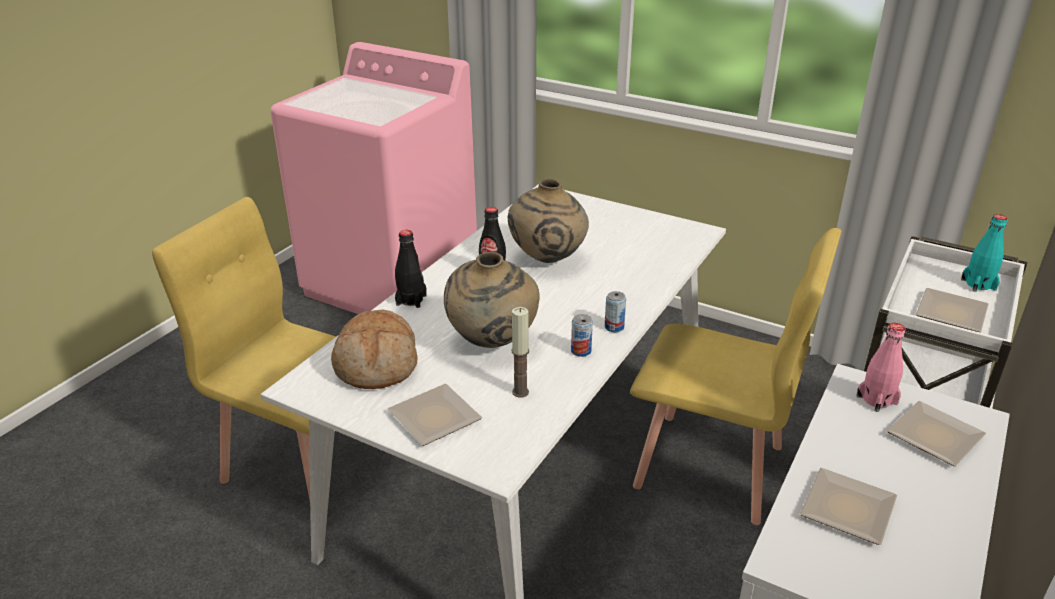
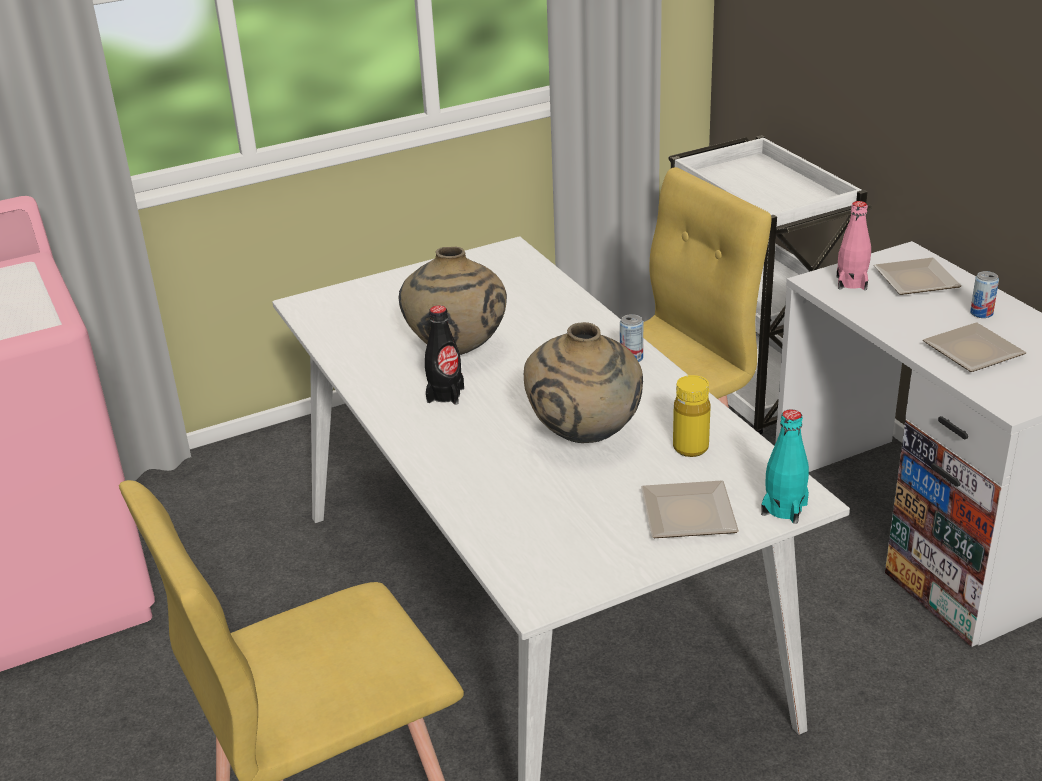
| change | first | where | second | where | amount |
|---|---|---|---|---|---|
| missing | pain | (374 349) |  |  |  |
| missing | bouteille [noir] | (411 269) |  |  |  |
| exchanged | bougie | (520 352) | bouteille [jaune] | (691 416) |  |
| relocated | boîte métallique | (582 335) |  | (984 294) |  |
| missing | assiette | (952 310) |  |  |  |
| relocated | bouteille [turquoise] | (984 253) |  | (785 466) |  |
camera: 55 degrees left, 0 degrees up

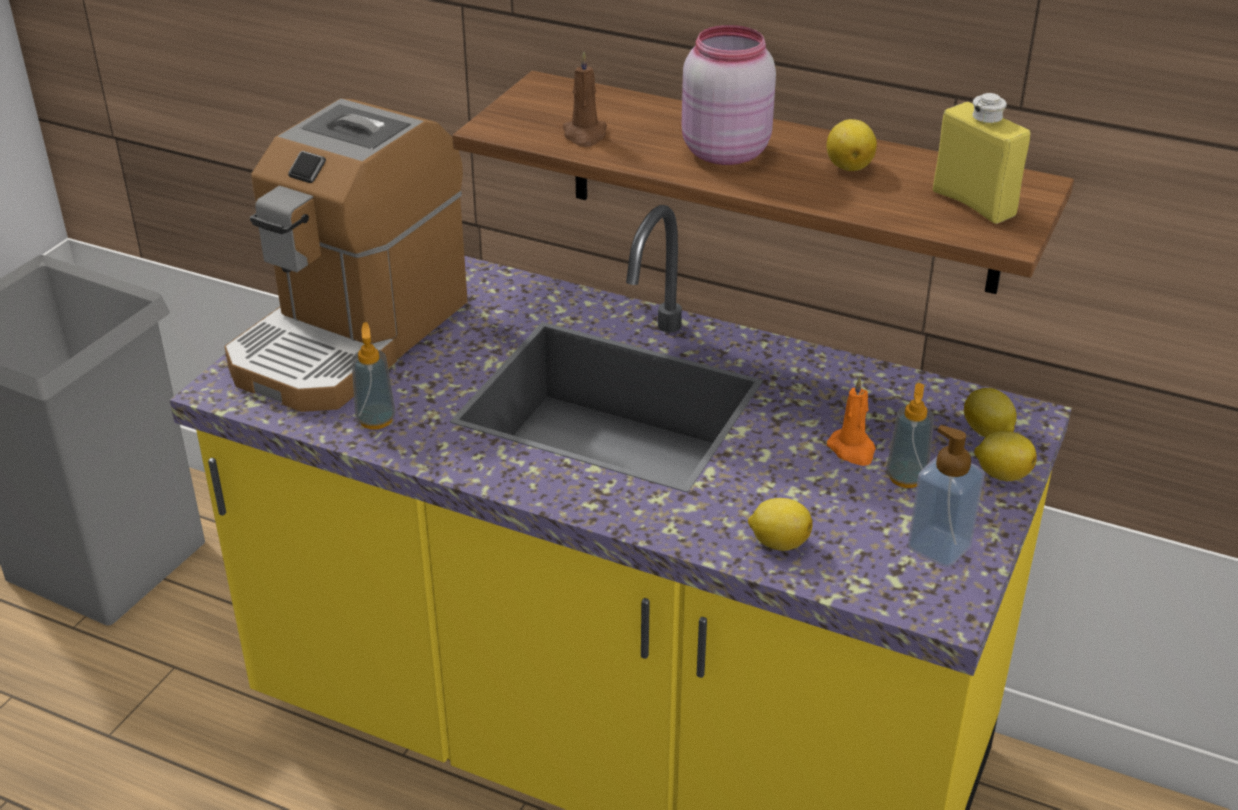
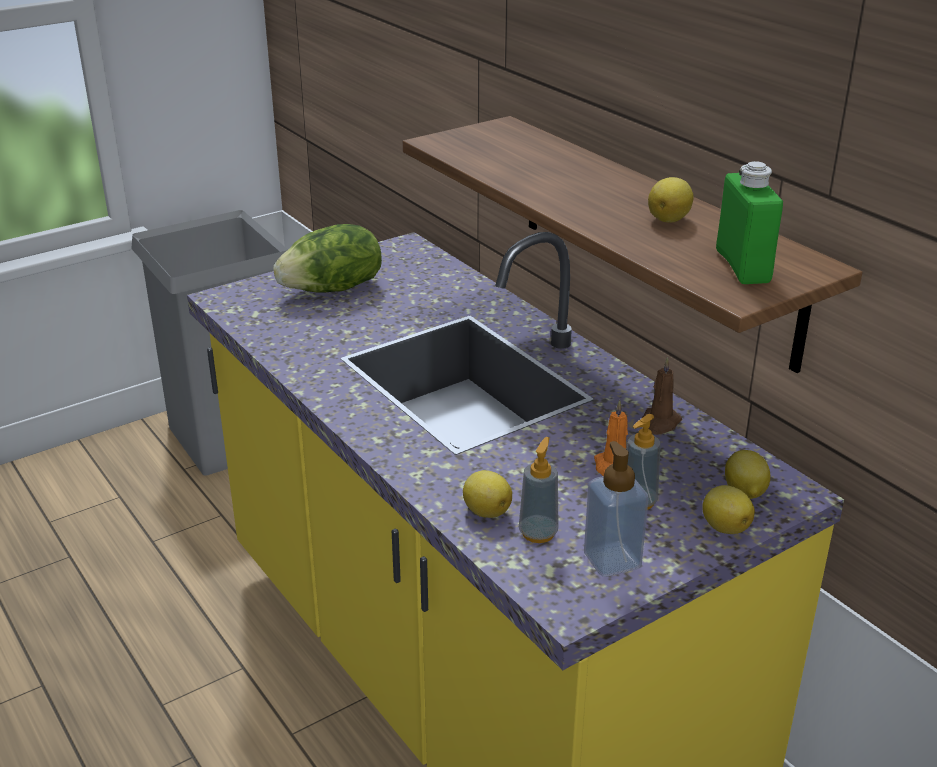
| change | first | where | second | where | amount |
|---|---|---|---|---|---|
| exchanged | machine à café | (346 255) | laitue | (327 258) |  |
| relocated | distributeur de savon | (374 375) |  | (539 490) |  |
| relocated | bougie [marron] | (585 99) |  | (662 396) |  |
| missing | bocal [rose] | (729 95) |  |  |  |
| colour | bouteille [jaune] | (982 158) | bouteille [vert] | (749 222) |  |
camera: 30 degrees right, 5 degrees down

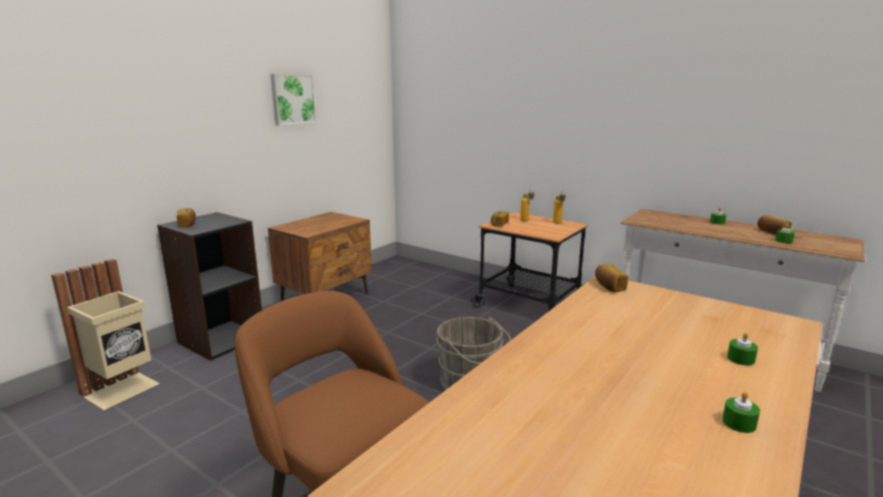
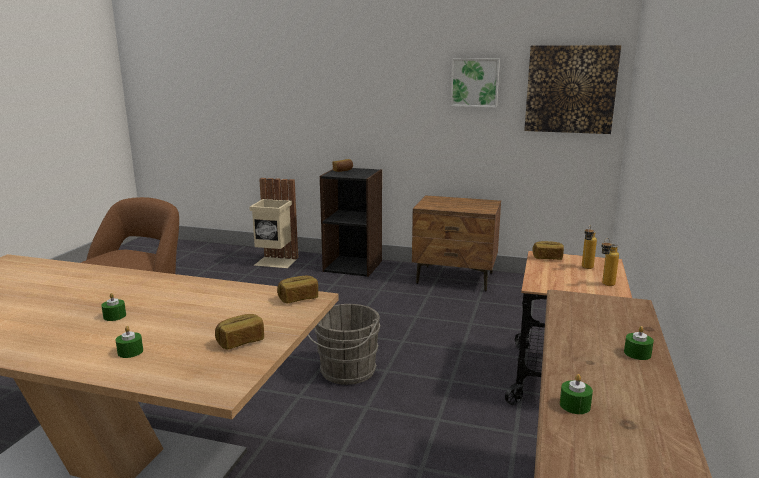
| change | first | where | second | where | amount |
|---|---|---|---|---|---|
| relocated | bougie [vert] | (741 412) |  | (113 307) |  |
| relocated | pain | (774 225) |  | (239 332) |  |
| appeared |  |  | tableau | (572 89) |  |
camera: 70 degrees right, 0 degrees up

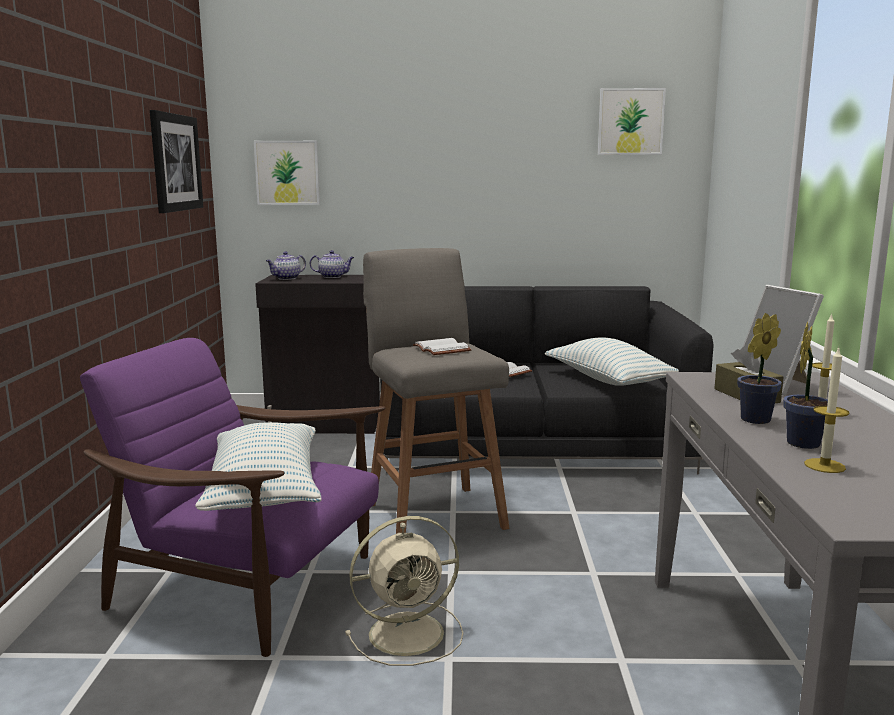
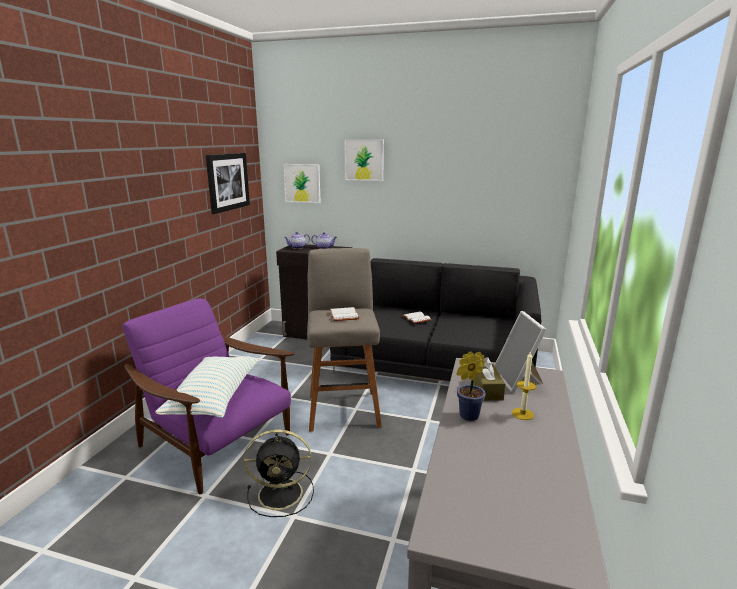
| change | first | where | second | where | amount |
|---|---|---|---|---|---|
| colour | ventilateur [beige] | (404 591) | ventilateur [noir] | (279 473) |  |
| missing | coussin | (612 361) |  |  |  |
| relocated | tableau | (632 121) |  | (364 160) |  |
| missing | plante en pot | (805 385) |  |  |  |
| missing | bougie | (827 409) |  |  |  |
camera: 15 degrees right, 5 degrees up

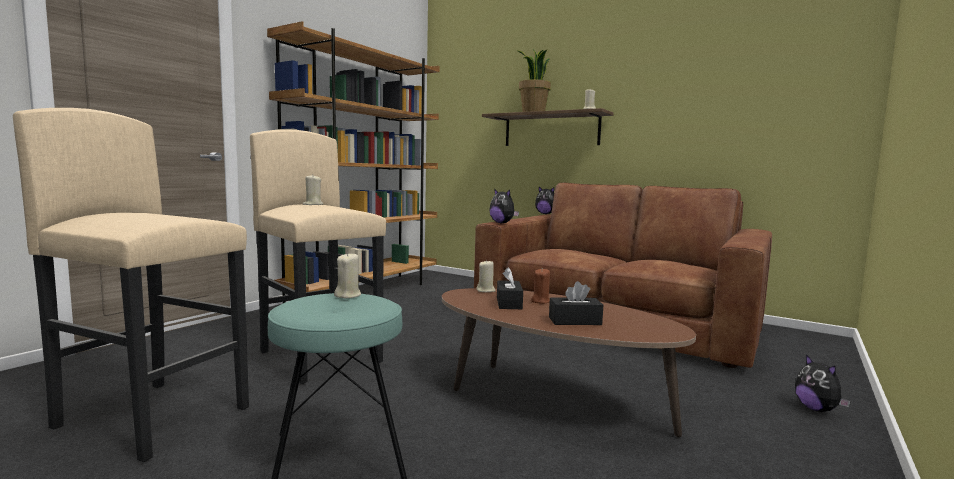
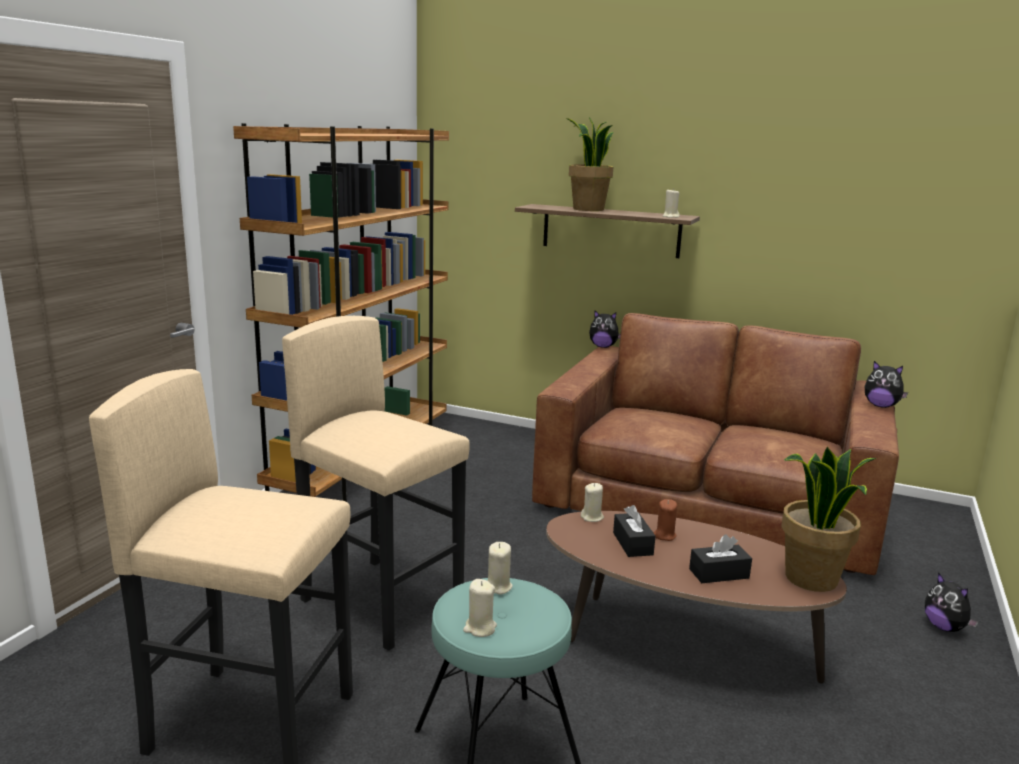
| change | first | where | second | where | amount |
|---|---|---|---|---|---|
| relocated | bougie [beige] | (313 190) |  | (480 608) |  |
| relocated | peluche | (504 206) |  | (886 384) |  |
| appeared |  |  | plante en pot | (828 519) |  |
camera: 10 degrees left, 10 degrees up

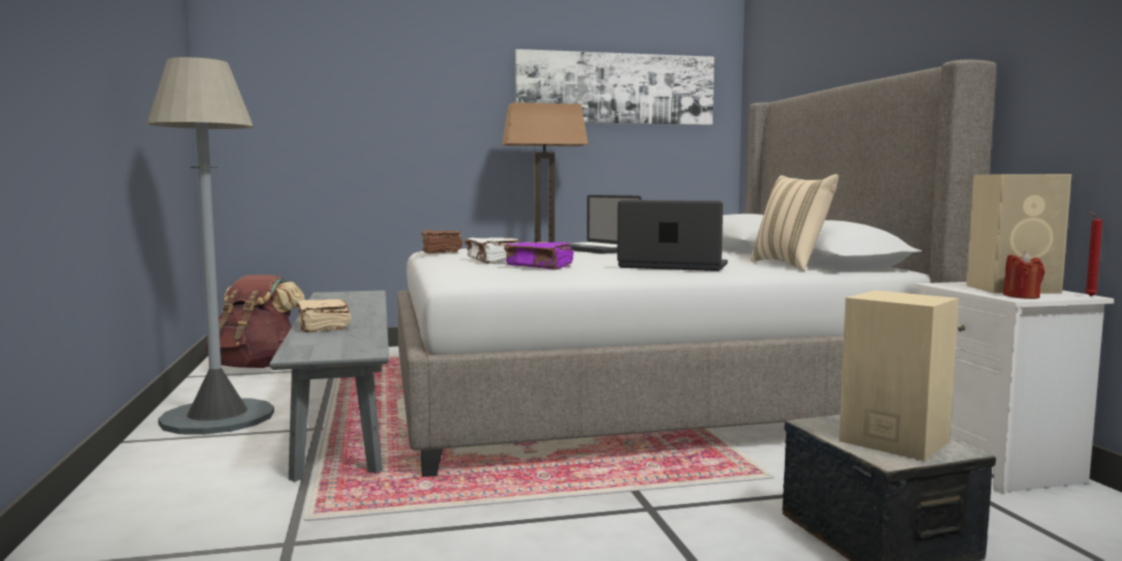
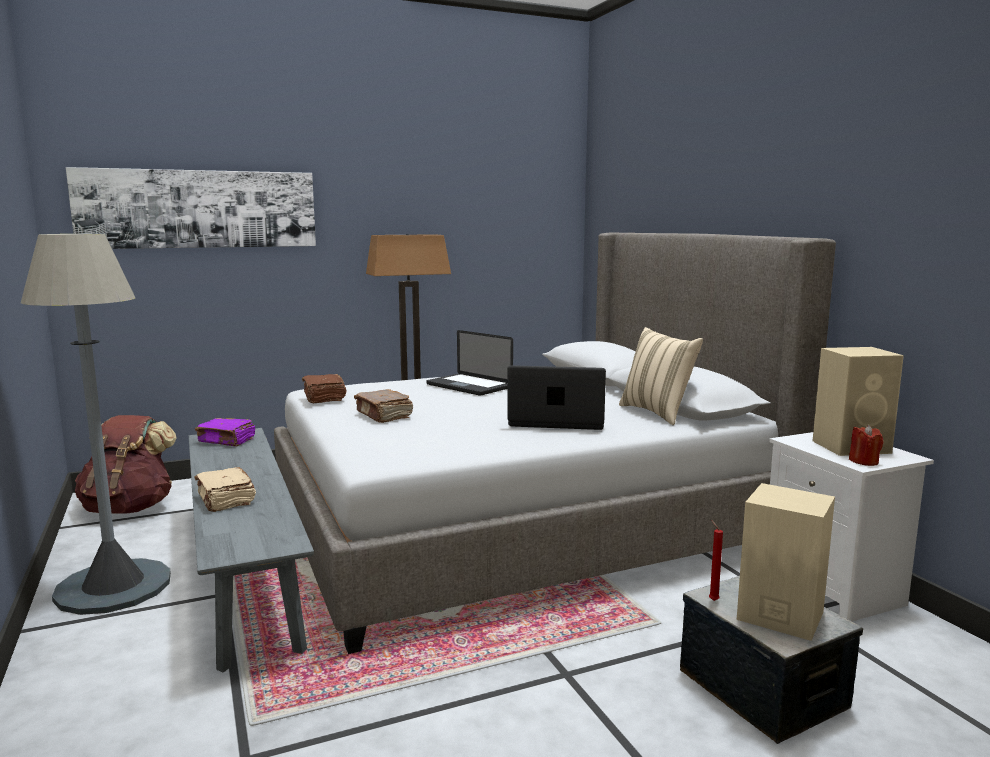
| change | first | where | second | where | amount |
|---|---|---|---|---|---|
| colour | livre [blanc] | (492 250) | livre [marron] | (383 406) |  |
| relocated | livre [violet] | (539 256) |  | (225 432) |  |
| relocated | tableau | (614 87) |  | (191 208) |  |
| relocated | bougie [rouge] | (1094 253) |  | (716 560) |  |
camera: 10 degrees left, 5 degrees up

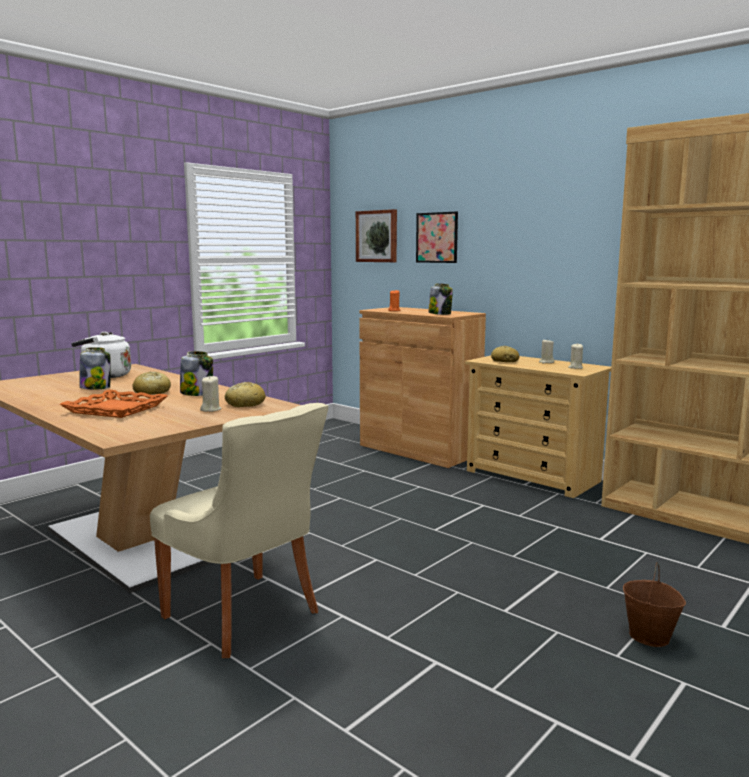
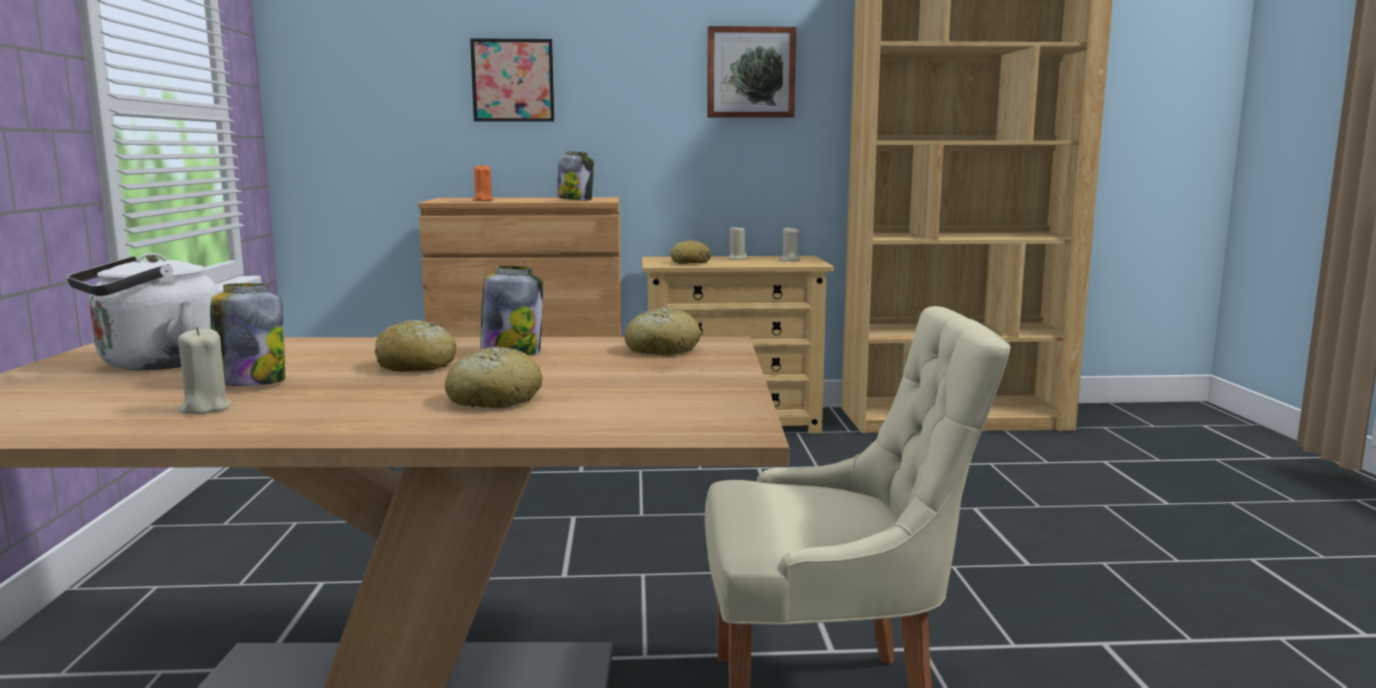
| change | first | where | second | where | amount |
|---|---|---|---|---|---|
| exchanged | plateau [orange] | (113 404) | pain | (494 377) |  |
| relocated | bougie [beige] | (210 393) |  | (205 370) |  |
| relocated | tableau | (376 235) |  | (751 72) |  |
| missing | seau [marron] | (654 604) |  |  |  |
camera: 45 degrees left, 0 degrees up

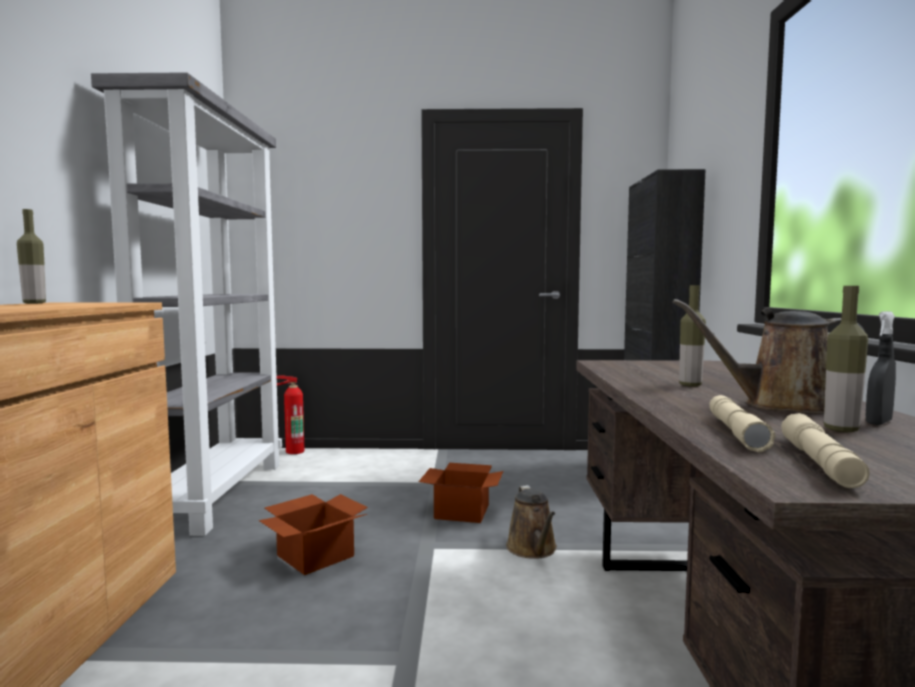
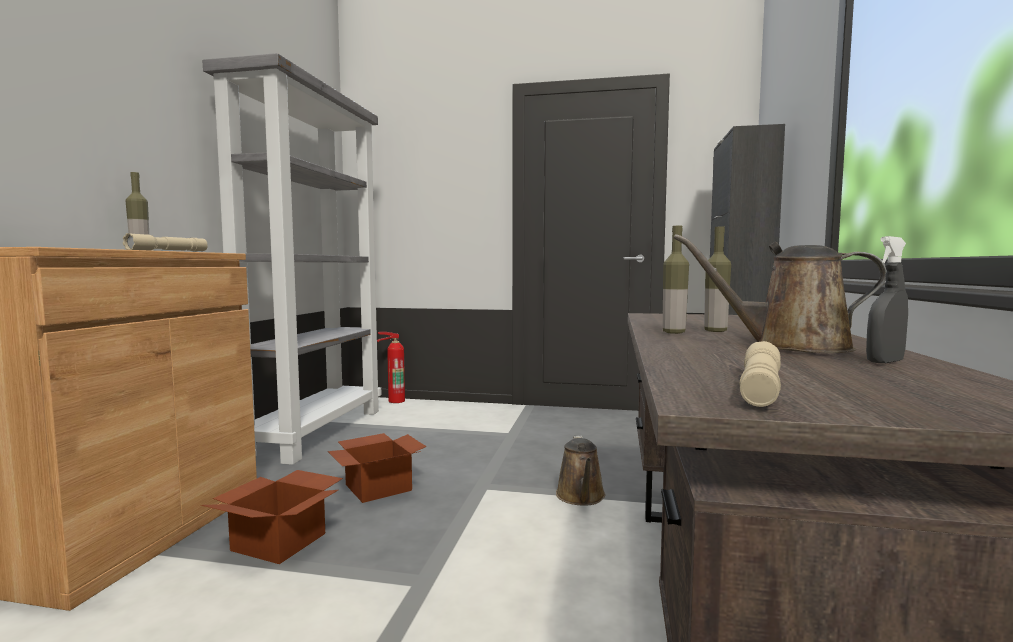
| change | first | where | second | where | amount |
|---|---|---|---|---|---|
| relocated | carton | (461 493) |  | (272 517) |  |
| relocated | lampe de poche [beige] | (742 423) |  | (165 242) |  |
| relocated | bouteille | (846 359) |  | (676 280) |  |
camera: 10 degrees right, 0 degrees up

